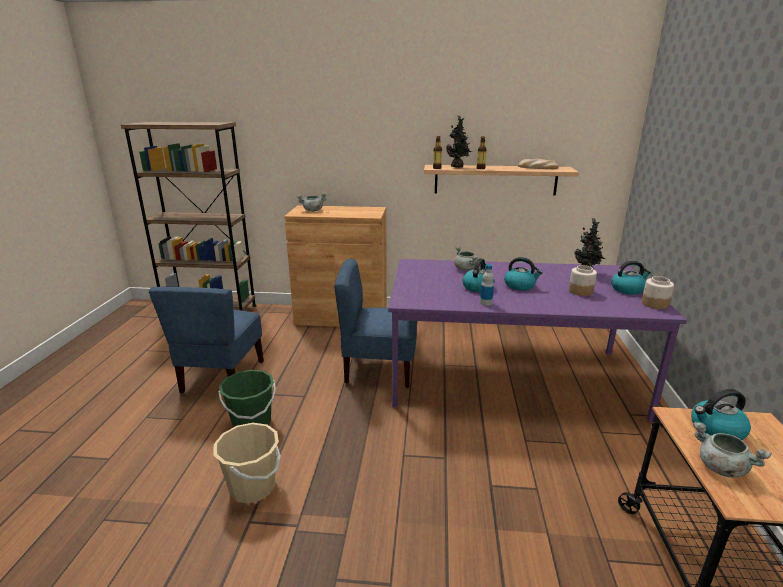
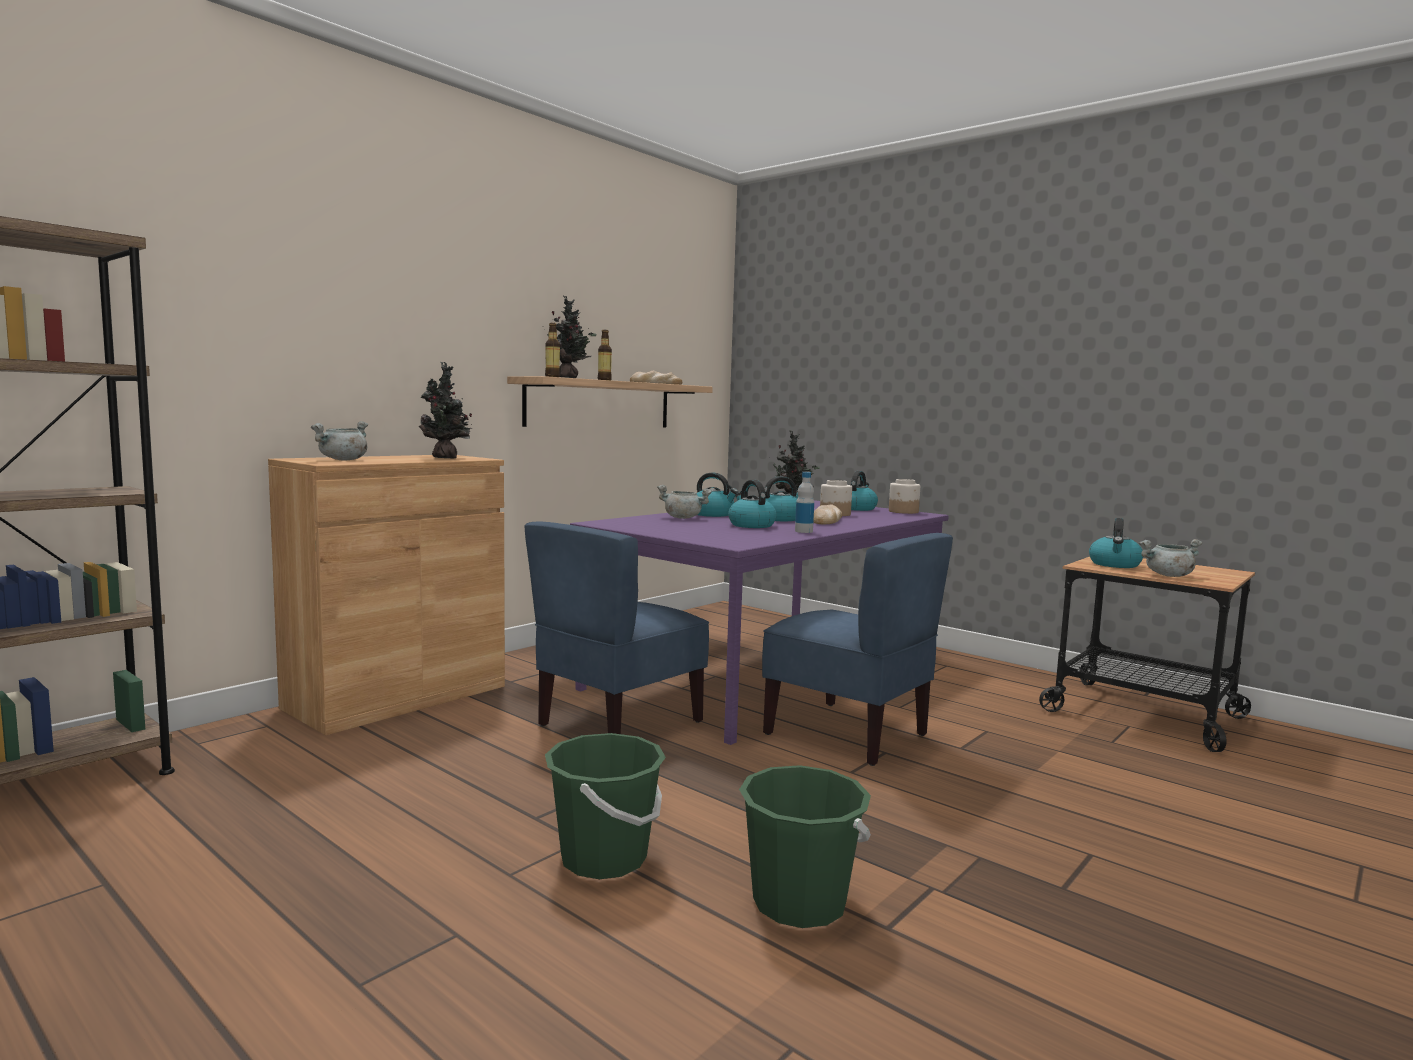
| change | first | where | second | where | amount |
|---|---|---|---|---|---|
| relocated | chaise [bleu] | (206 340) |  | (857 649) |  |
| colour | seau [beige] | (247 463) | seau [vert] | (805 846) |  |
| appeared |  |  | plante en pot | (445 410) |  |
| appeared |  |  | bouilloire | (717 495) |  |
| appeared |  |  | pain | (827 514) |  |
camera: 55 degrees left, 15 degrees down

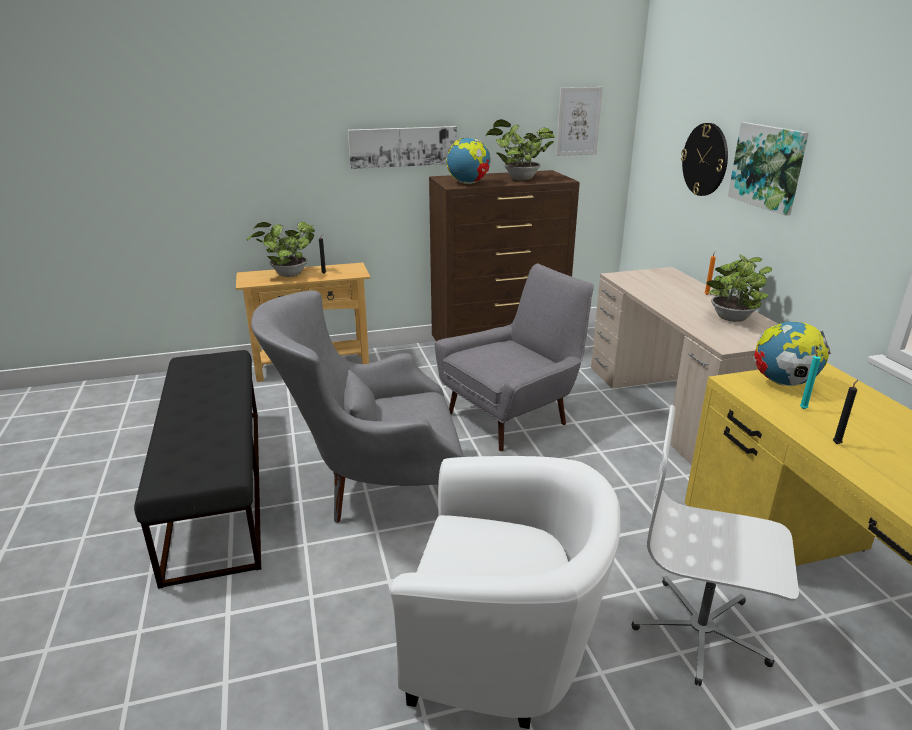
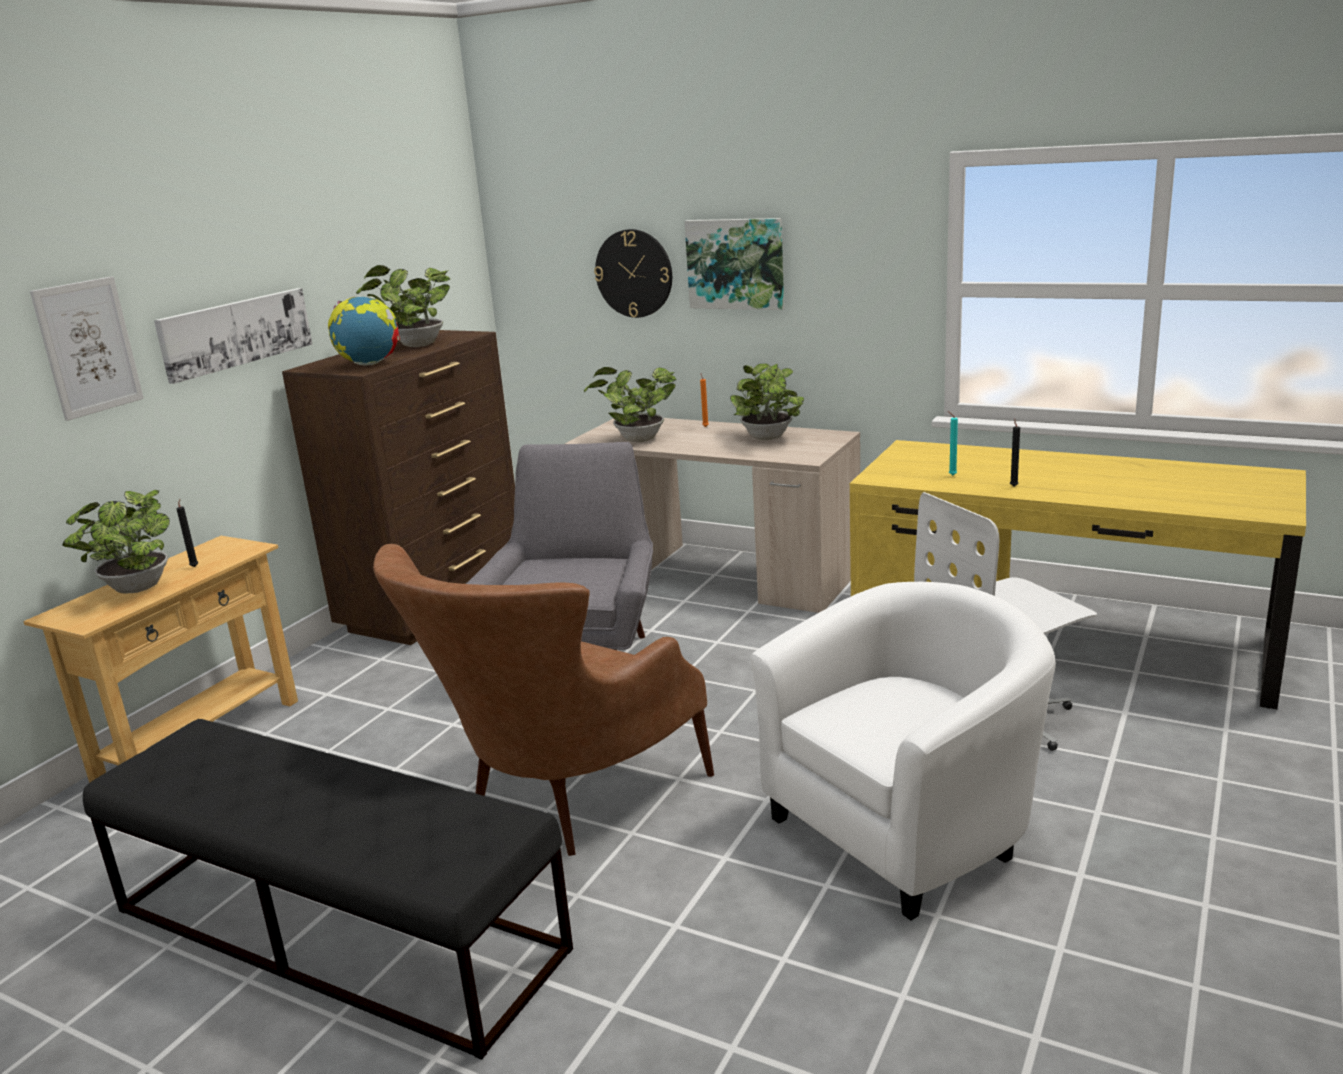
| change | first | where | second | where | amount |
|---|---|---|---|---|---|
| colour | fauteuil [gris] | (357 407) | fauteuil [marron] | (543 700) |  |
| relocated | tableau | (579 121) |  | (87 348) |  |
| missing | globe | (792 353) |  |  |  |
| appeared |  |  | plante en pot | (630 404) |  |
camera: 45 degrees left, 5 degrees down

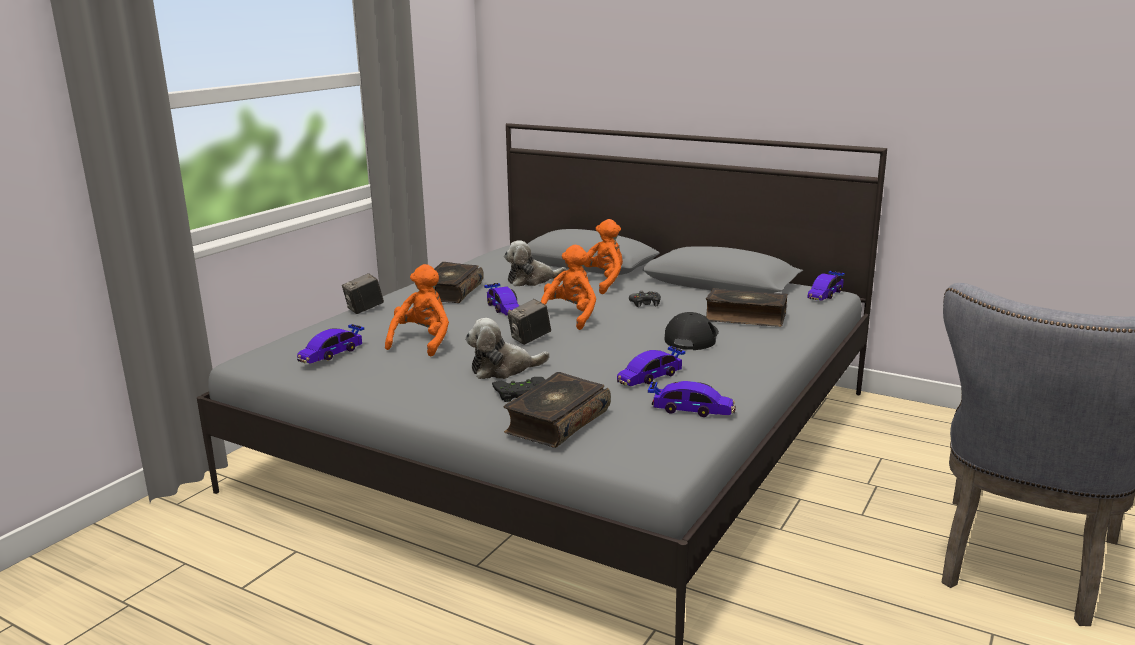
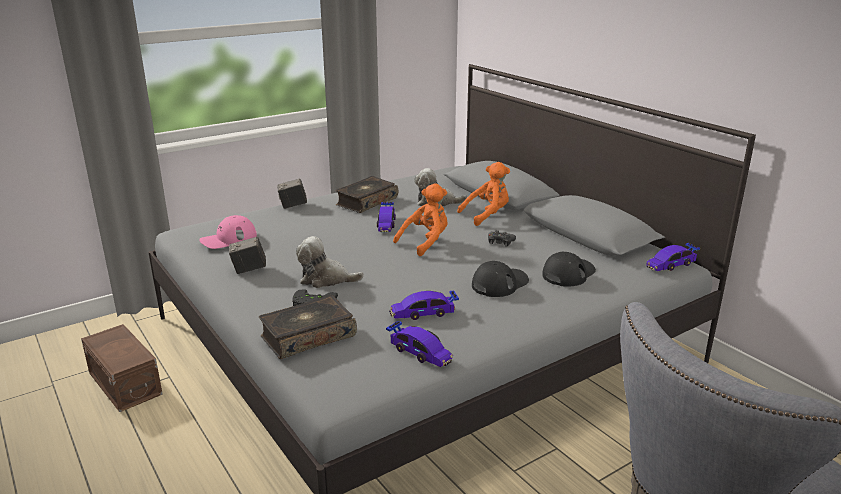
| change | first | where | second | where | amount |
|---|---|---|---|---|---|
| exchanged | petite voiture | (331 343) | casquette [rose] | (228 232) |  |
| missing | peluche [orange] | (417 310) |  |  |  |
| relocated | appareil photo | (529 322) |  | (247 255) |  |
| exchanged | livre | (747 307) | casquette [noir] | (569 269) |  |
| appeared |  |  | boîte de rangement [marron] | (122 368) |  |
camera: 25 degrees right, 5 degrees up

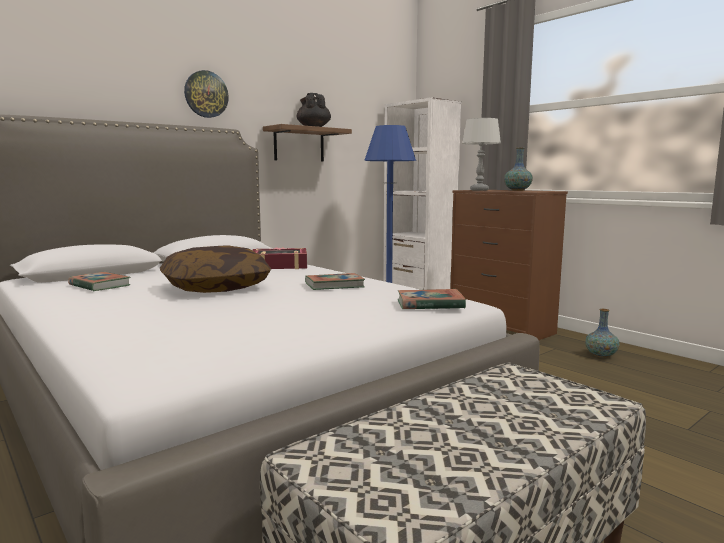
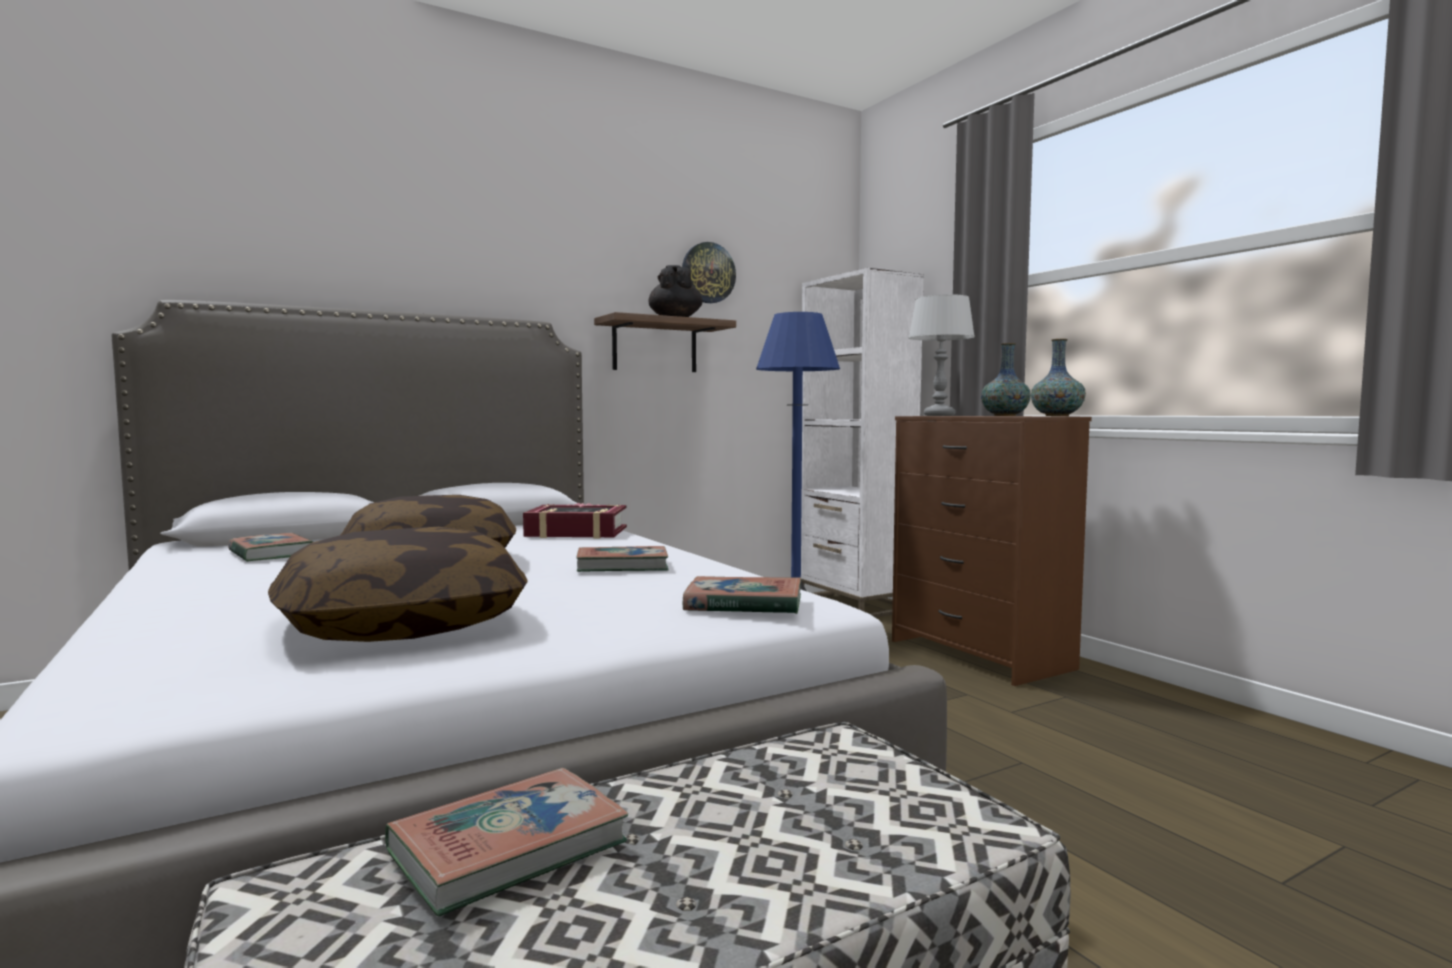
| change | first | where | second | where | amount |
|---|---|---|---|---|---|
| relocated | horloge murale | (206 94) |  | (709 272) |  |
| relocated | vase | (602 333) |  | (1058 377) |  |
| appeared |  |  | coussin | (398 584) |  |
| appeared |  |  | livre | (506 842) |  |
camera: 10 degrees right, 5 degrees down

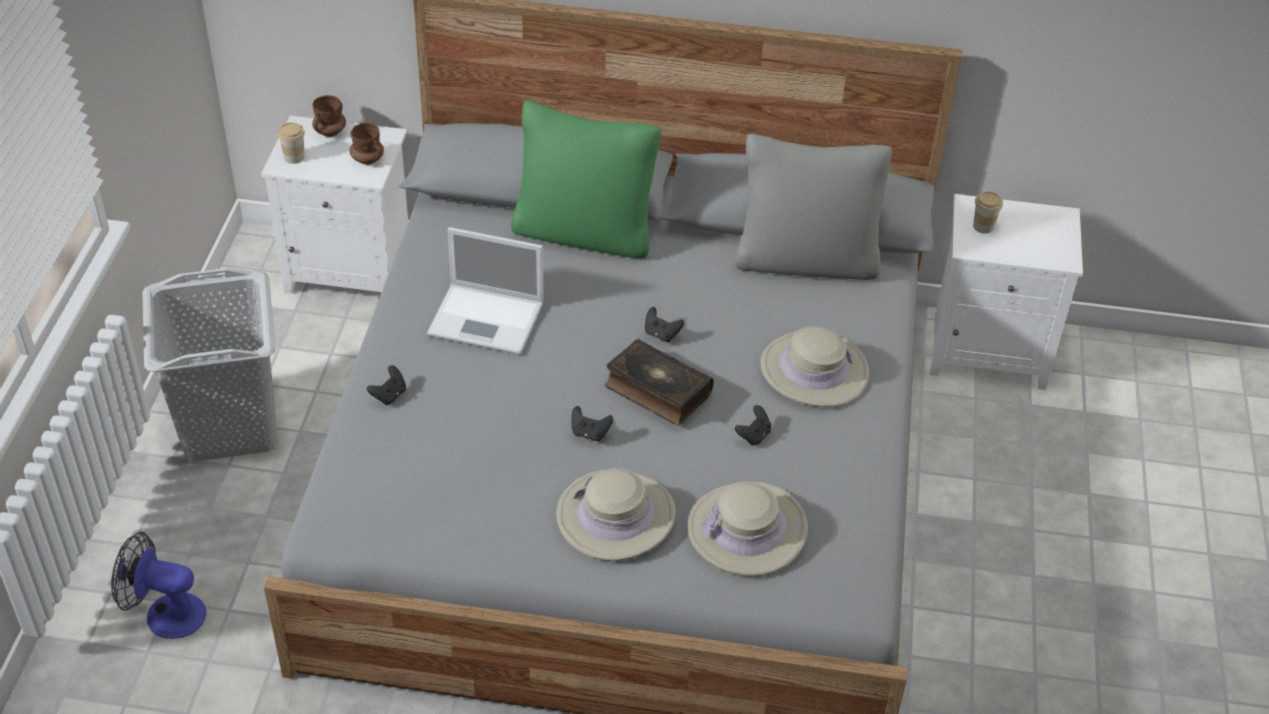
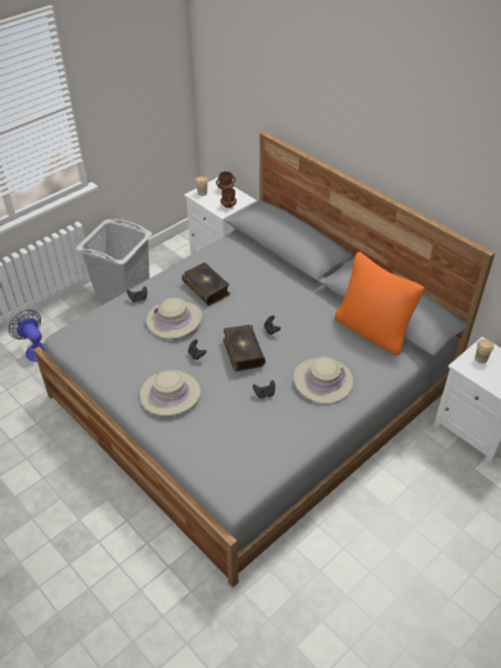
| change | first | where | second | where | amount |
|---|---|---|---|---|---|
| exchanged | ordinateur portable | (485 291) | livre | (206 284) |  |
| missing | coussin [vert] | (586 179) |  |  |  |
| relocated | chapeau [beige] | (748 529) |  | (174 318) |  |
| colour | coussin [gris] | (813 207) | coussin [orange] | (380 304) |  |
camera: 40 degrees right, 0 degrees up

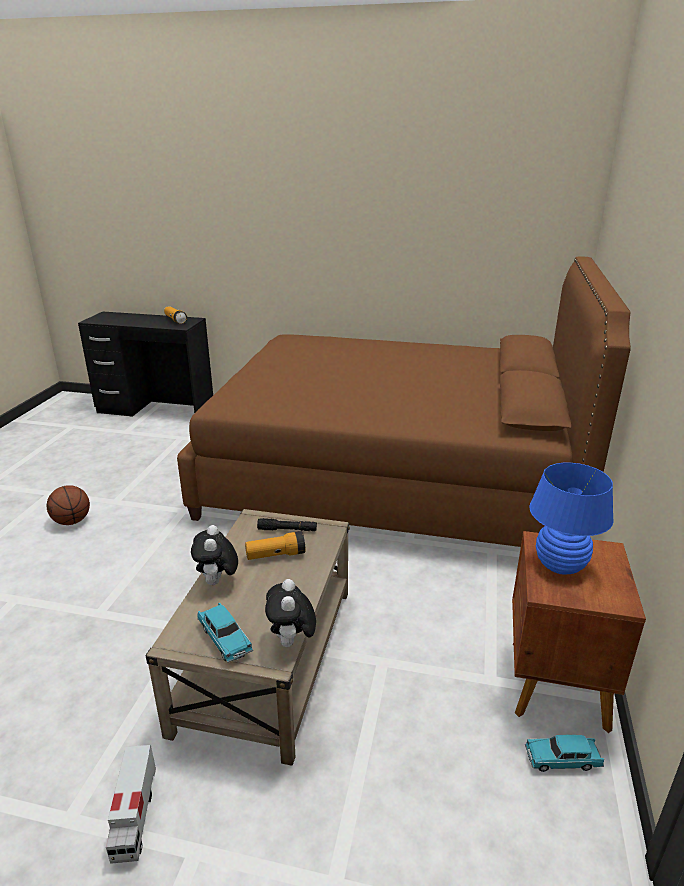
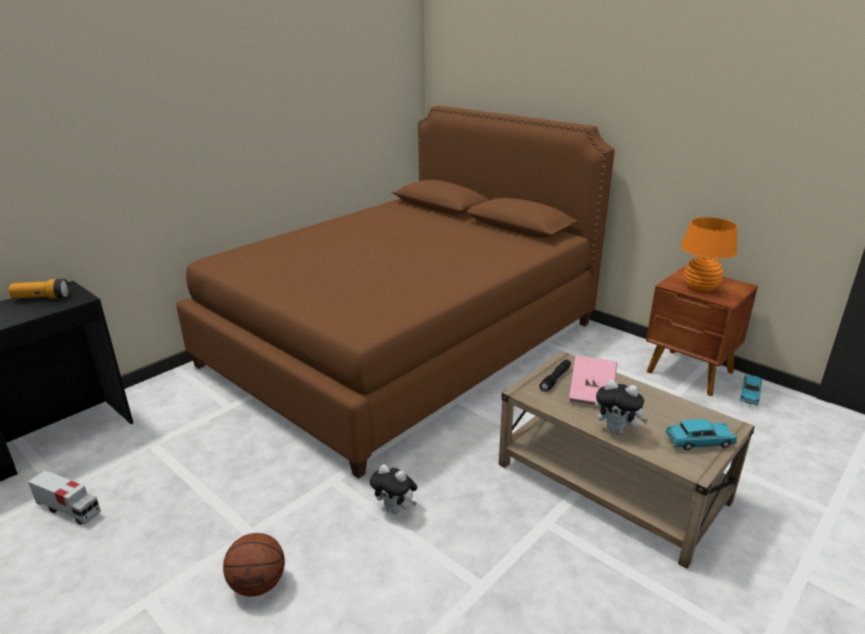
| change | first | where | second | where | amount |
|---|---|---|---|---|---|
| relocated | camion jouet | (131 804) |  | (64 497) |  |
| exchanged | lampe de poche | (275 545) | livre [rose] | (593 381) |  |
| relocated | peluche | (290 614) |  | (393 489) |  |
| colour | lampe de table [bleu] | (571 519) | lampe de table [orange] | (709 254) |  |
camera: 60 degrees left, 0 degrees up

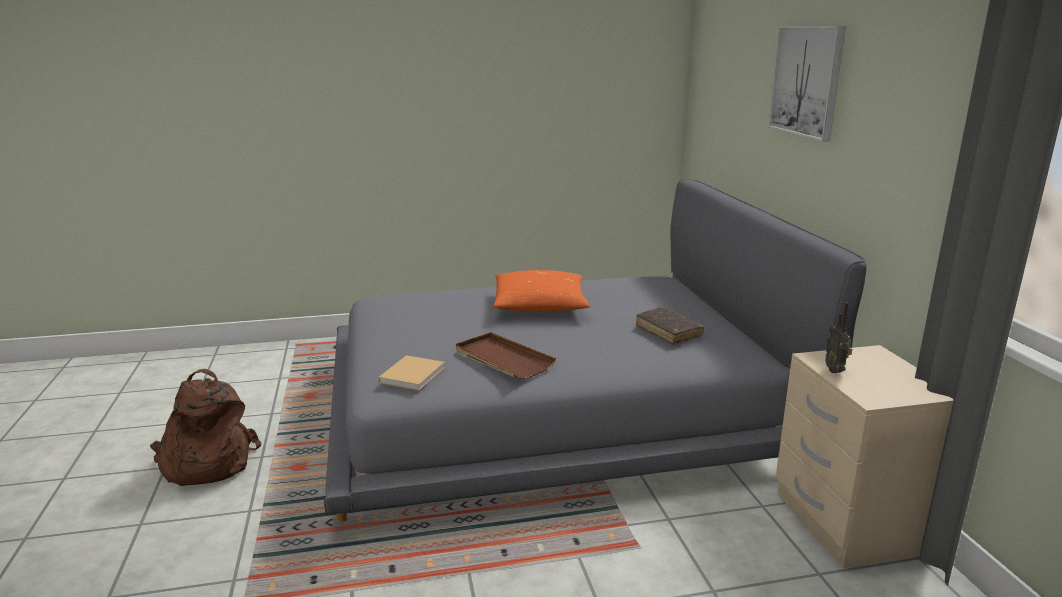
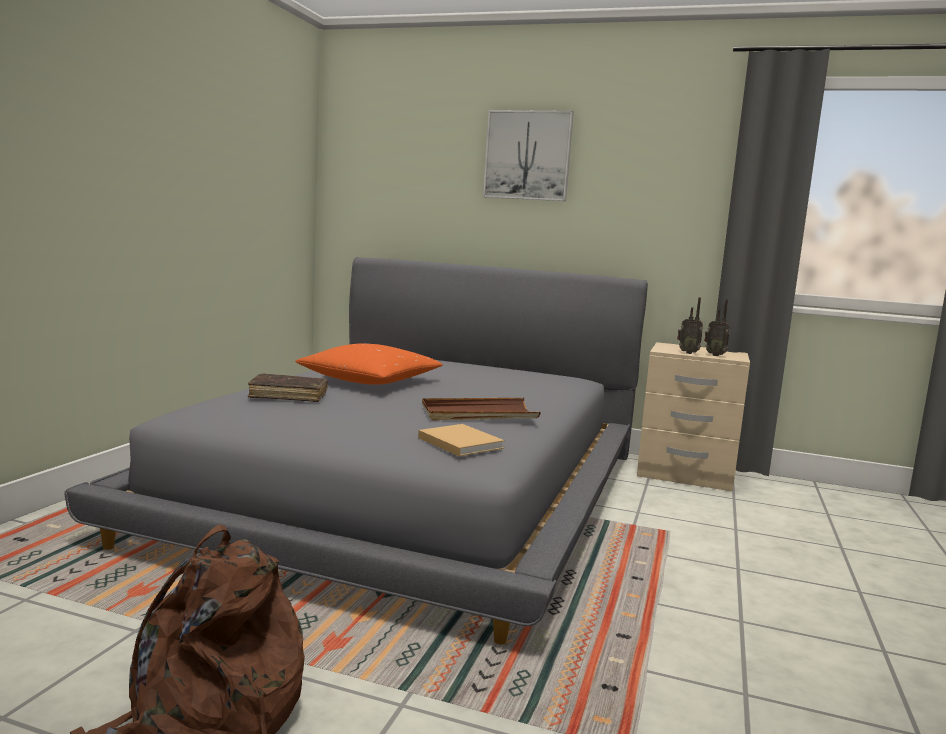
| change | first | where | second | where | amount |
|---|---|---|---|---|---|
| relocated | livre [marron] | (669 326) |  | (288 387) |  |
| appeared |  |  | radio | (717 327) |  |
camera: 60 degrees left, 10 degrees down

